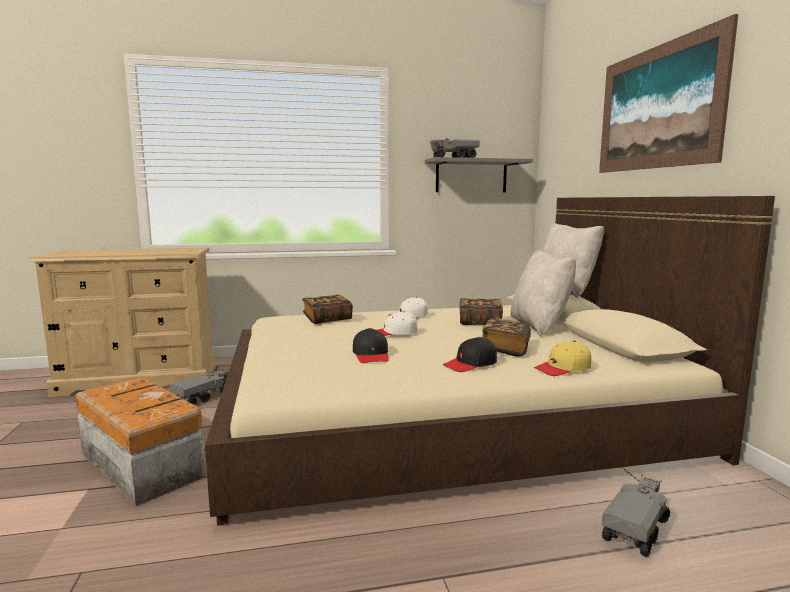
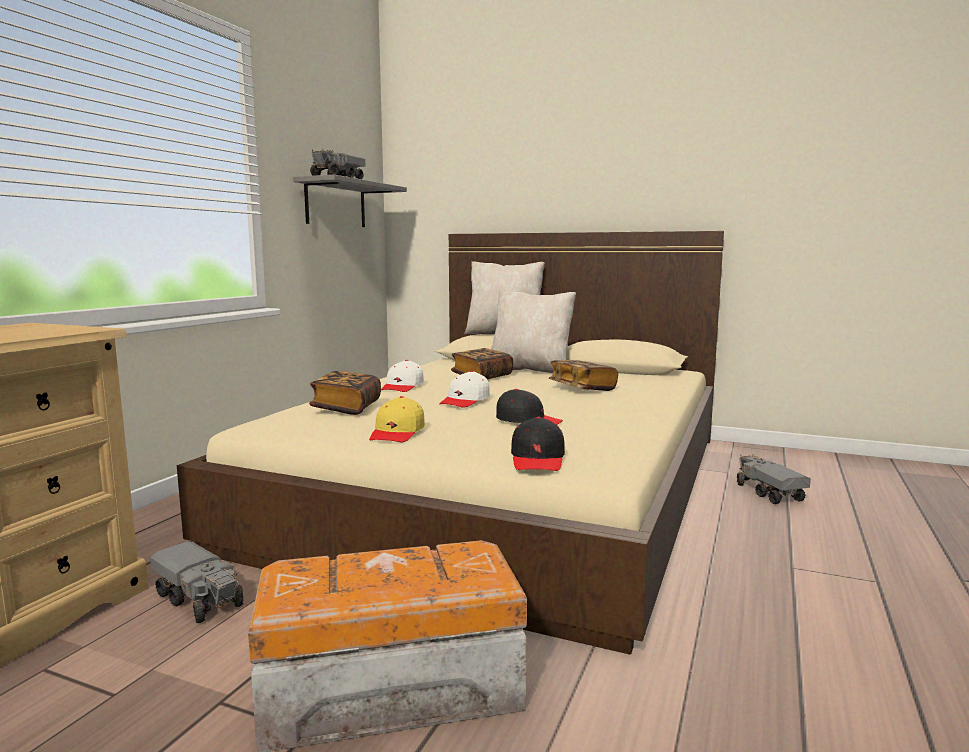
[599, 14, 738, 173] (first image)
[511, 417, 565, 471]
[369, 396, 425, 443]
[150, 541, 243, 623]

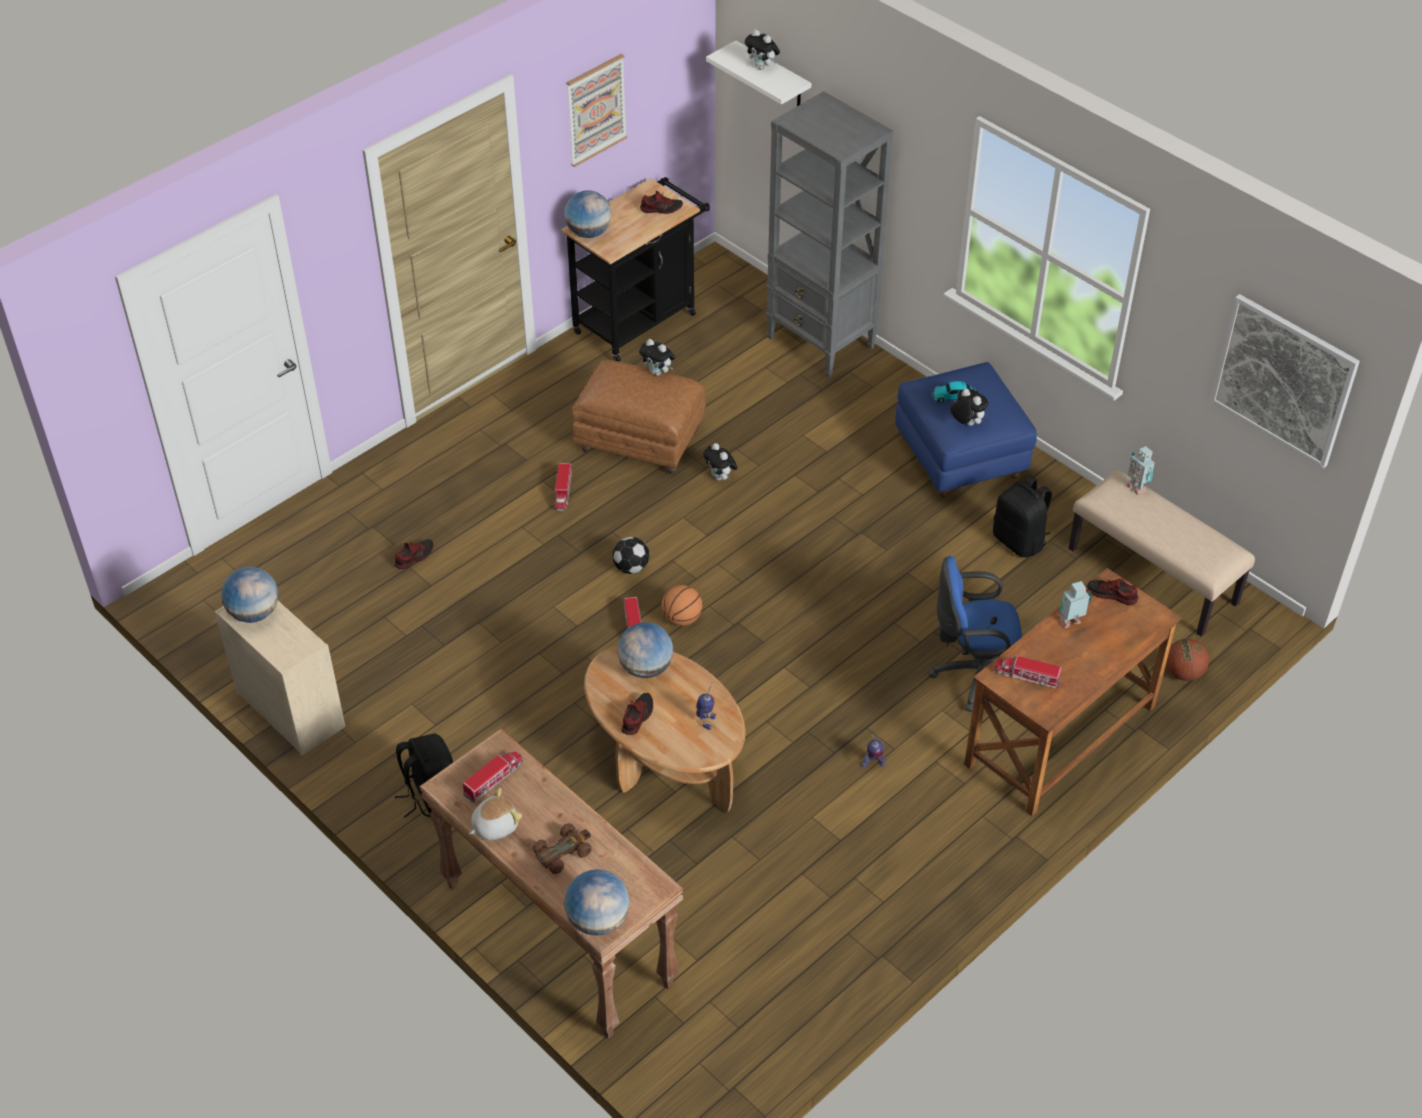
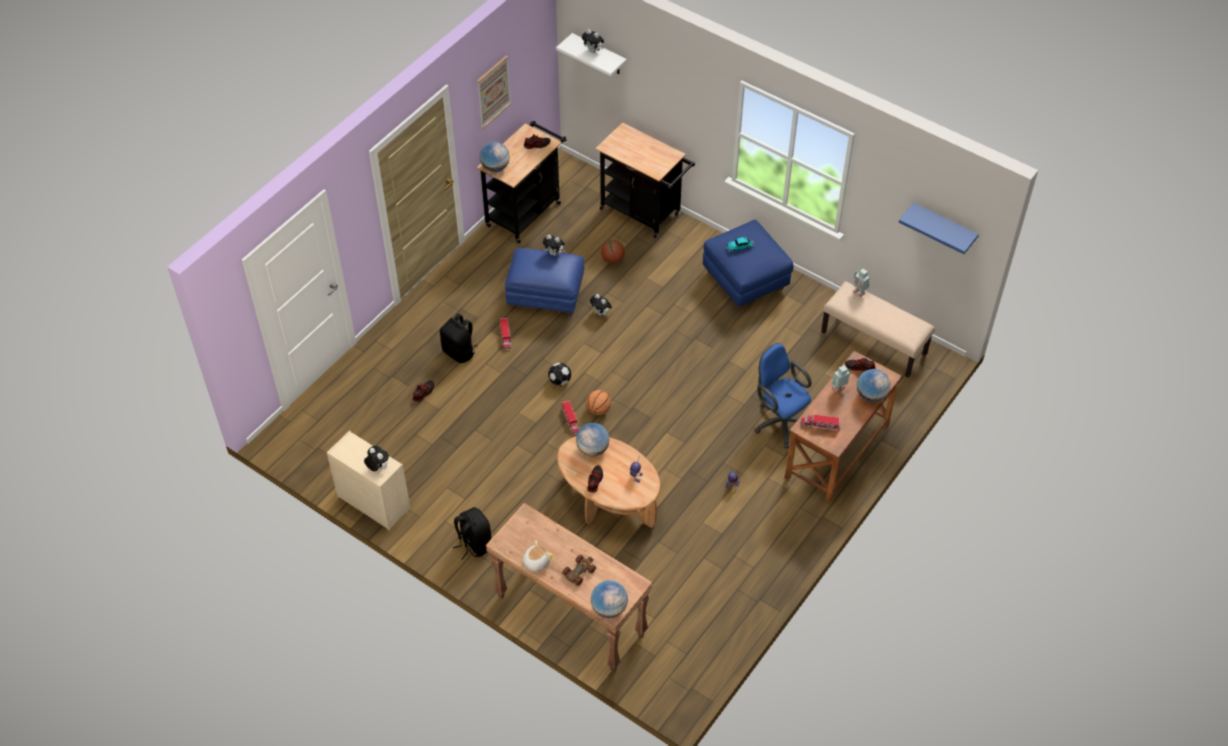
[595, 122, 695, 238]
[899, 203, 979, 254]
[505, 248, 584, 316]
[364, 446, 389, 472]
[440, 313, 478, 363]
[754, 343, 812, 448]
[857, 369, 890, 402]
[601, 240, 625, 264]
[463, 752, 523, 803] (first image)

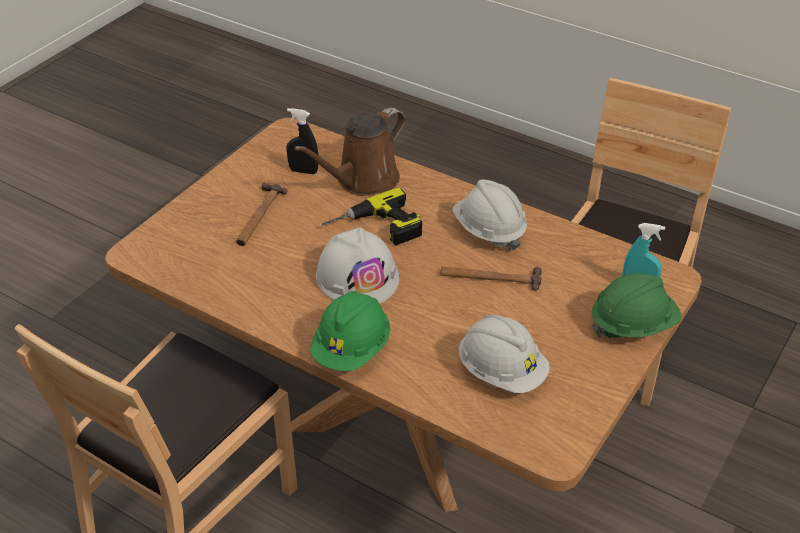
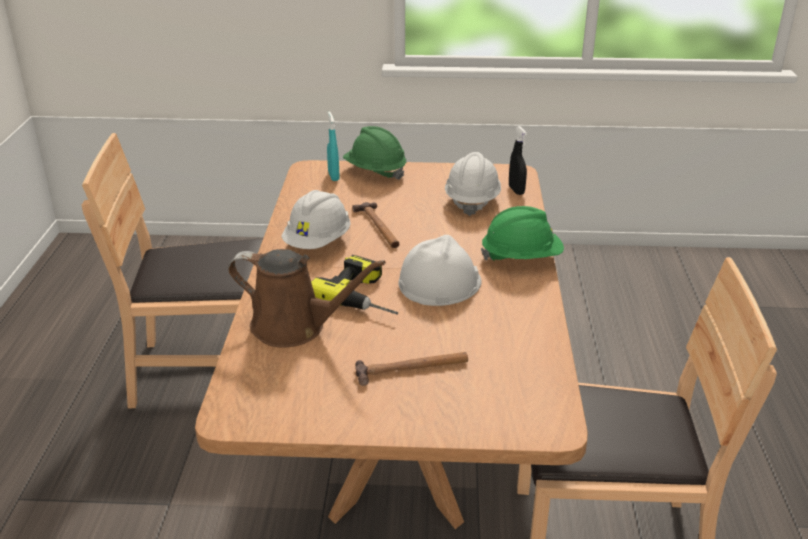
[509, 126, 527, 195]

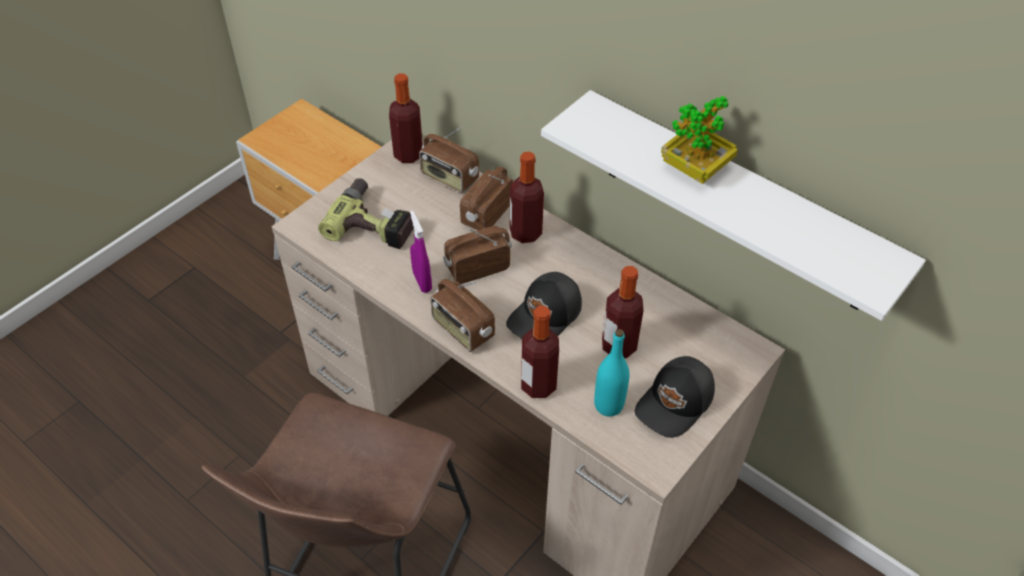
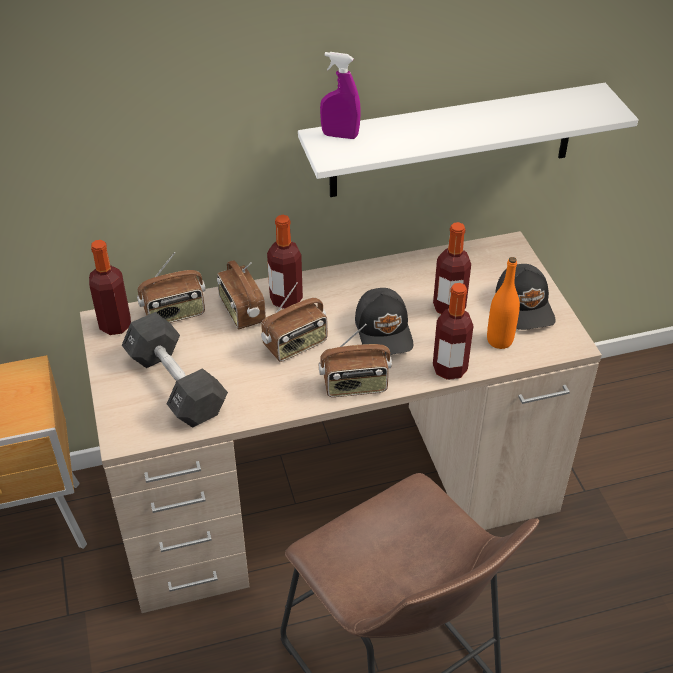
[661, 96, 738, 184] (first image)
[122, 312, 228, 428]
[320, 52, 361, 139]
[261, 282, 328, 362]
[487, 257, 520, 349]

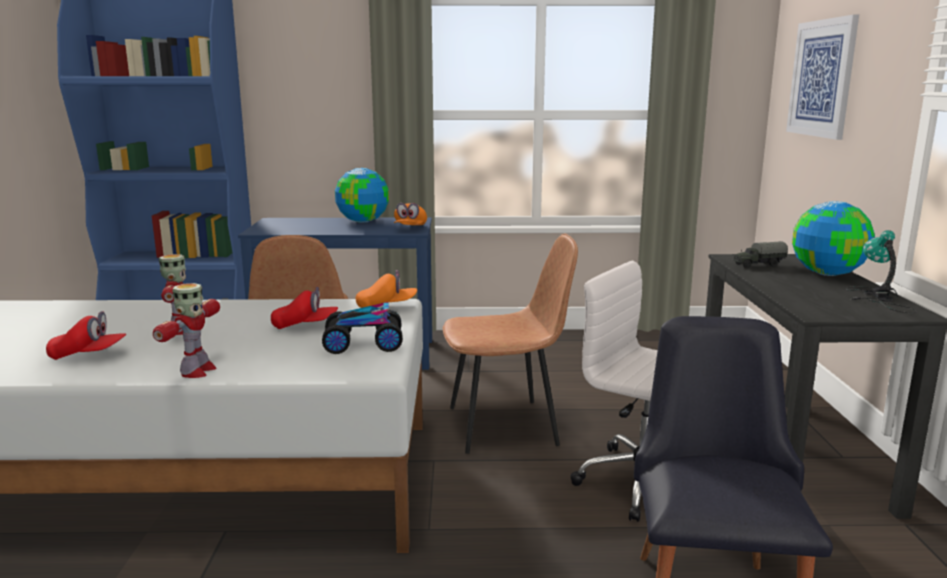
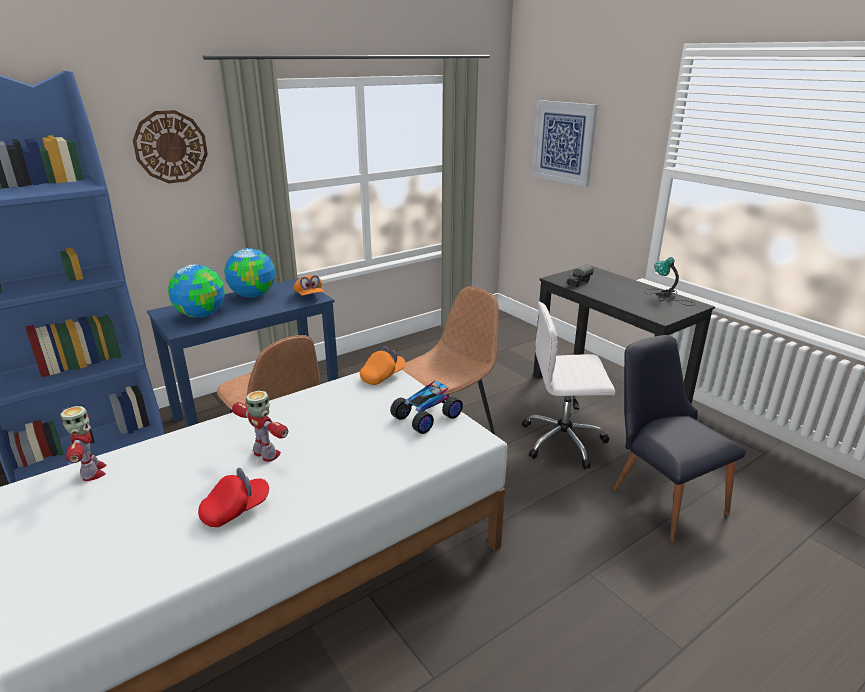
[168, 264, 225, 317]
[60, 406, 106, 481]
[271, 287, 338, 329] (first image)
[133, 110, 208, 183]

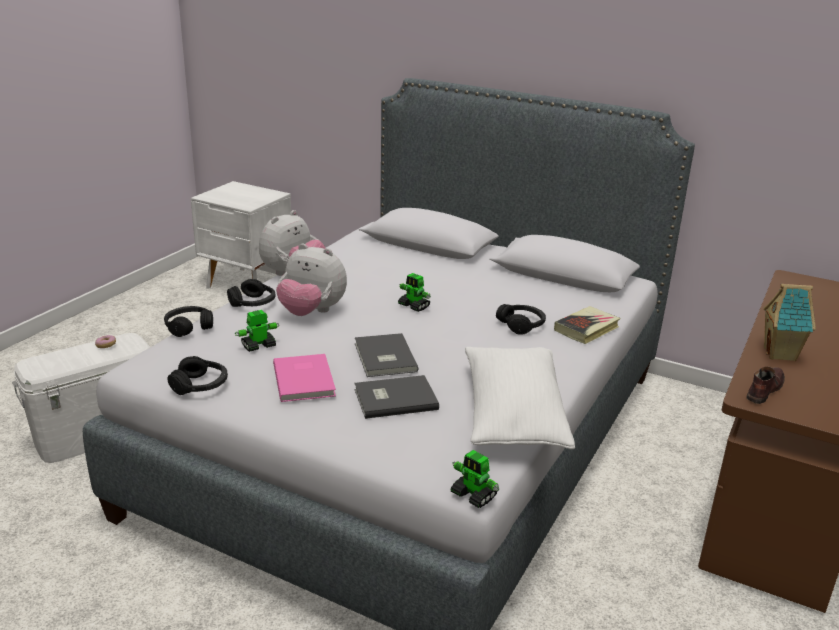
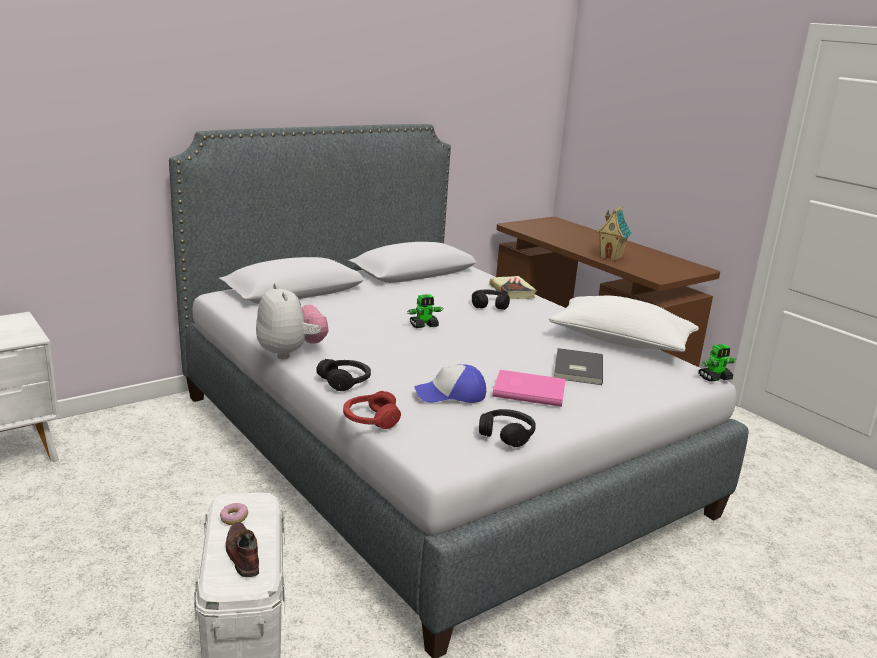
[276, 243, 347, 316] (first image)
[343, 391, 401, 429]
[414, 364, 486, 403]
[355, 333, 418, 377] (first image)
[226, 522, 259, 577]

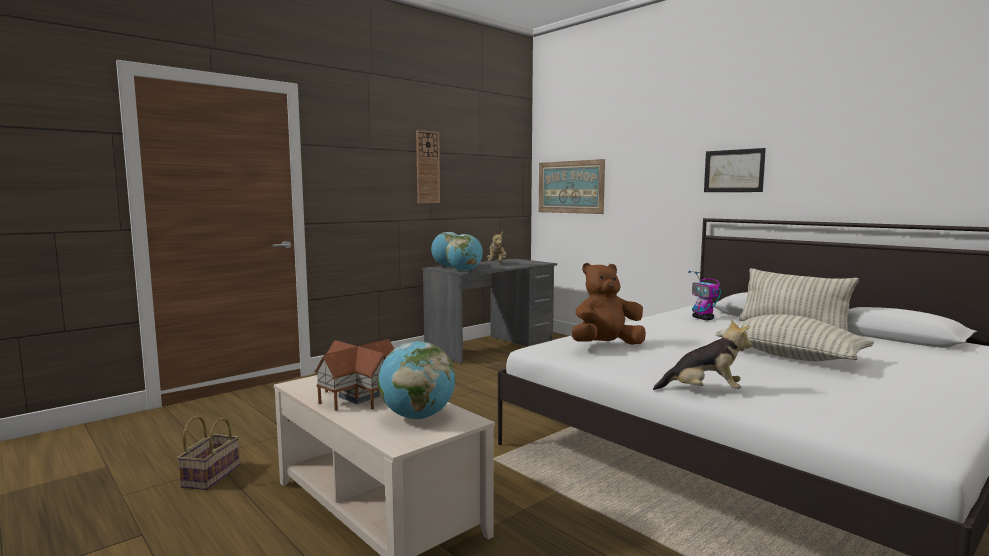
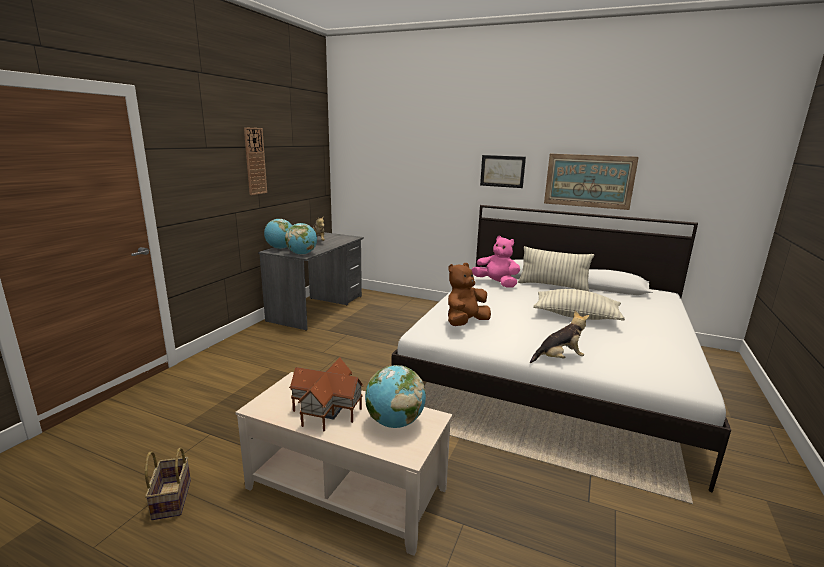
[544, 154, 639, 210]
[472, 236, 520, 288]

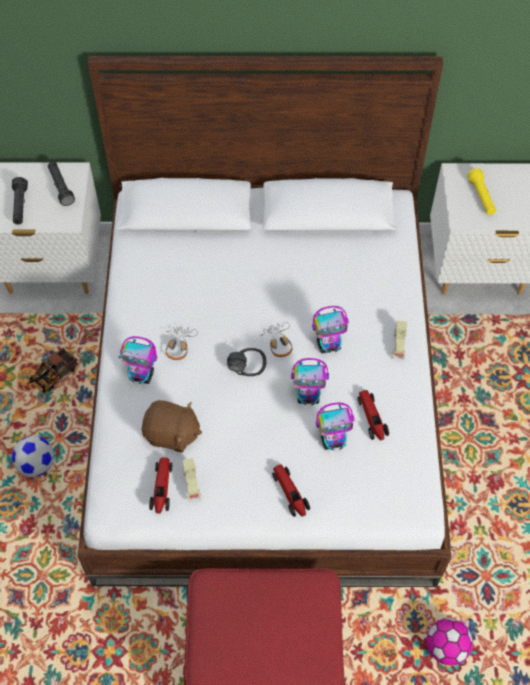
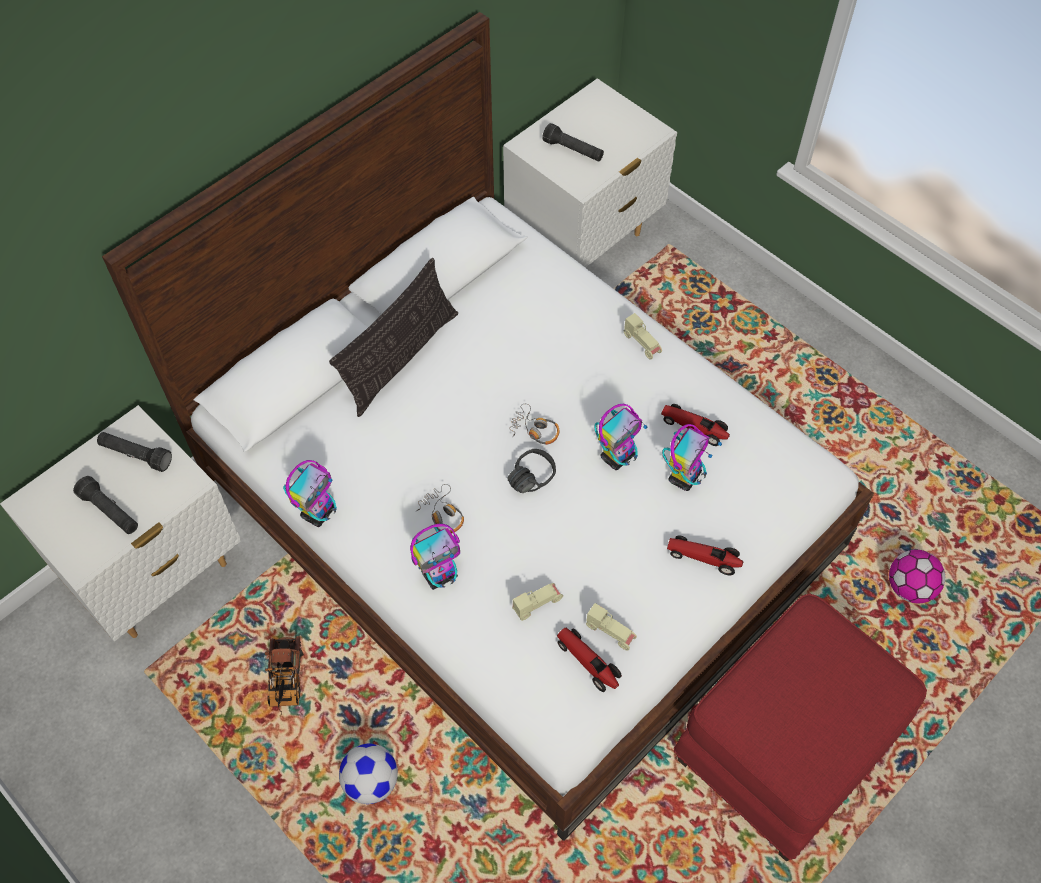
[542, 123, 604, 161]
[283, 460, 337, 527]
[512, 583, 563, 621]
[329, 258, 458, 417]

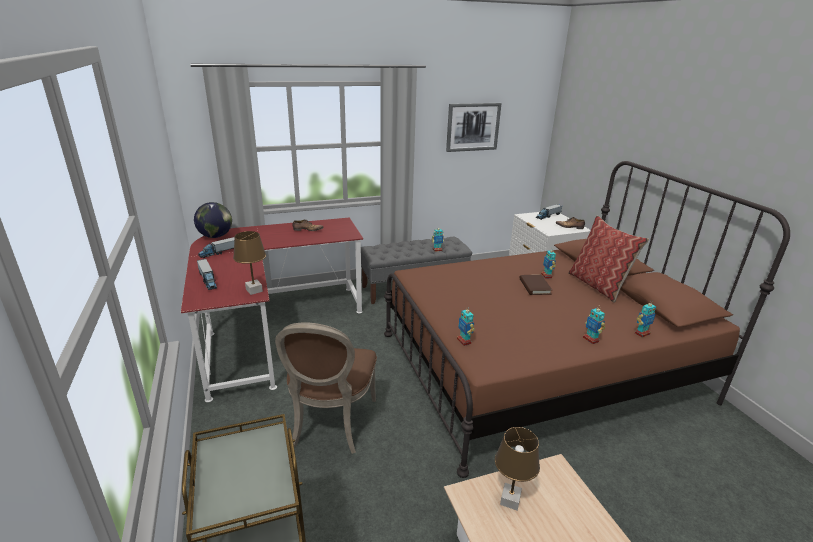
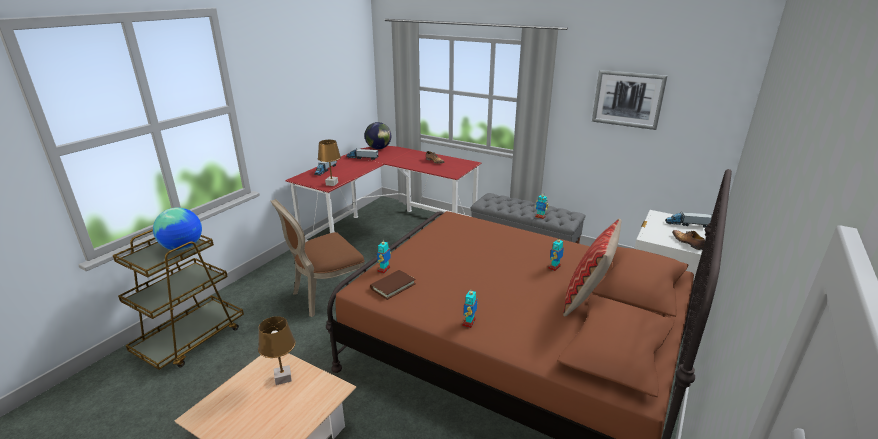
[370, 270, 416, 300]
[635, 302, 656, 337] (first image)
[153, 207, 202, 251]

